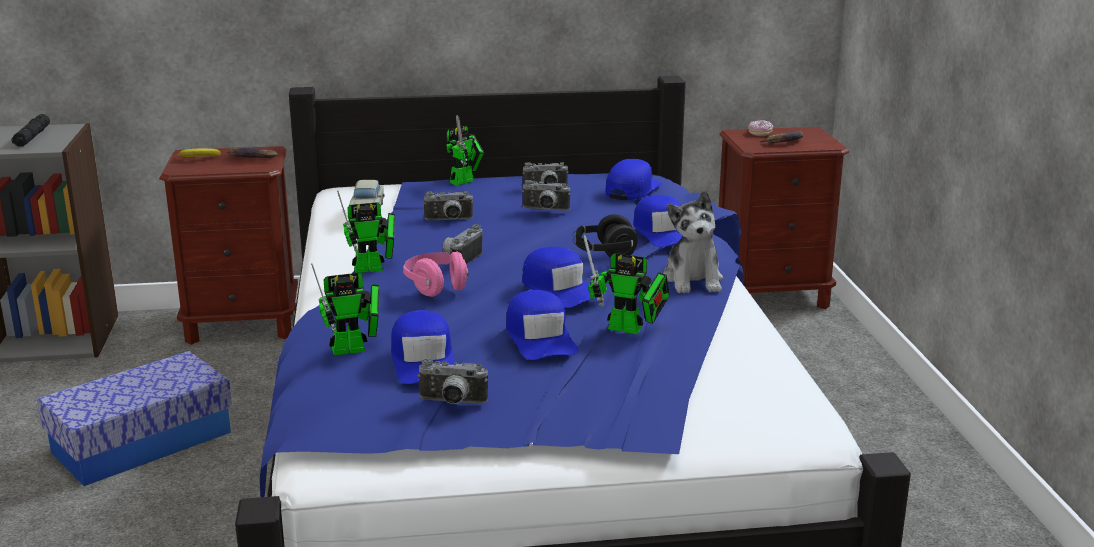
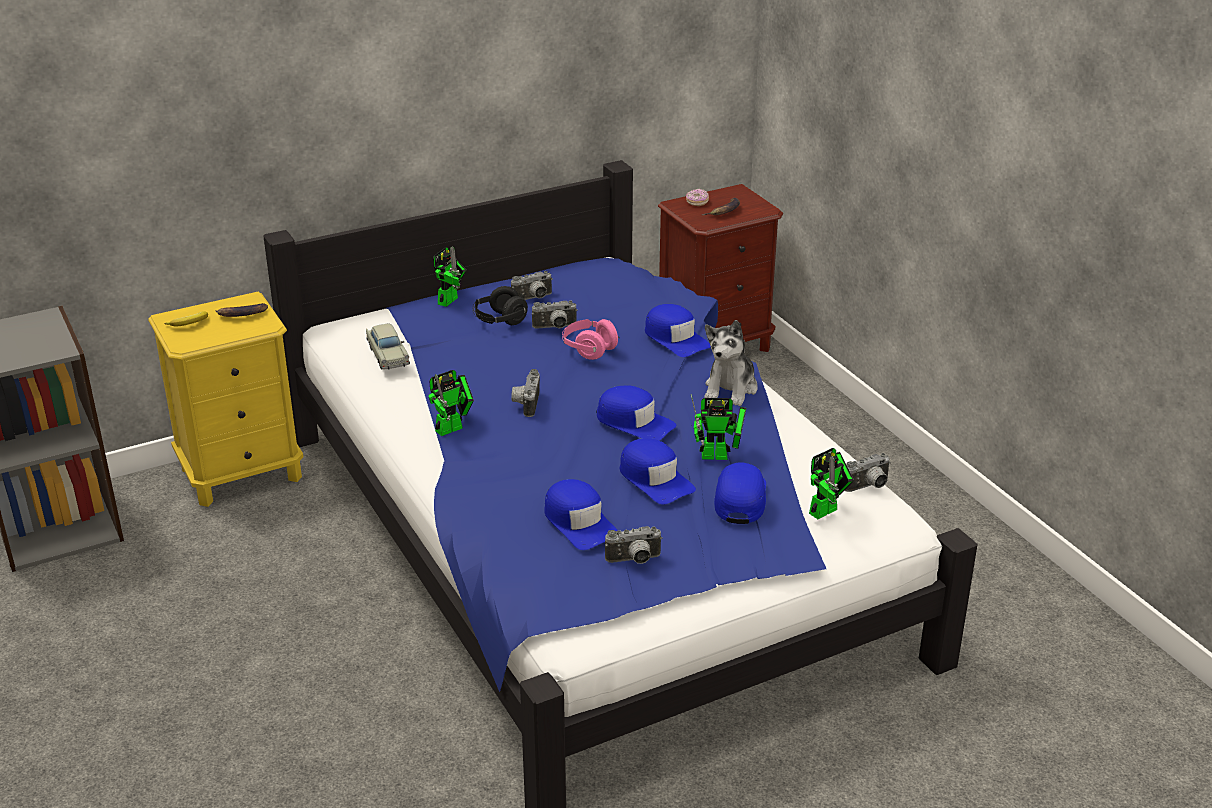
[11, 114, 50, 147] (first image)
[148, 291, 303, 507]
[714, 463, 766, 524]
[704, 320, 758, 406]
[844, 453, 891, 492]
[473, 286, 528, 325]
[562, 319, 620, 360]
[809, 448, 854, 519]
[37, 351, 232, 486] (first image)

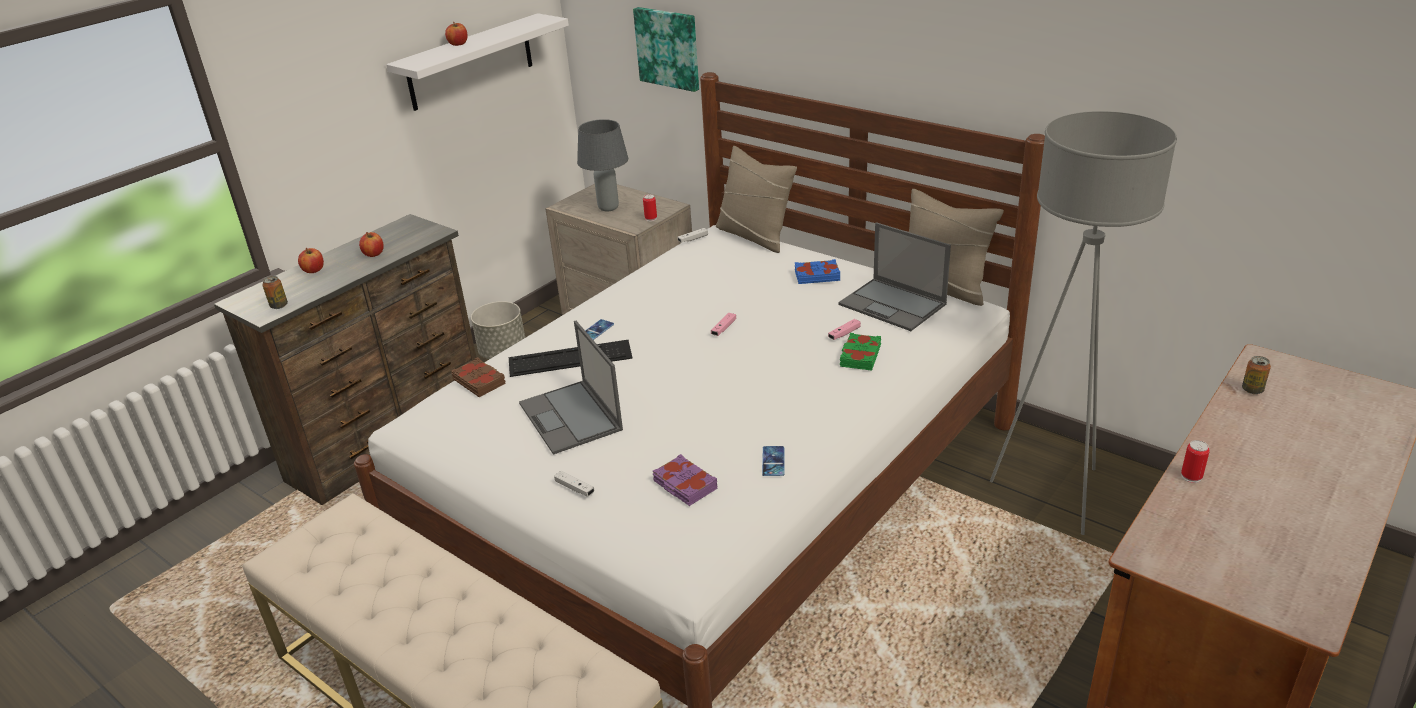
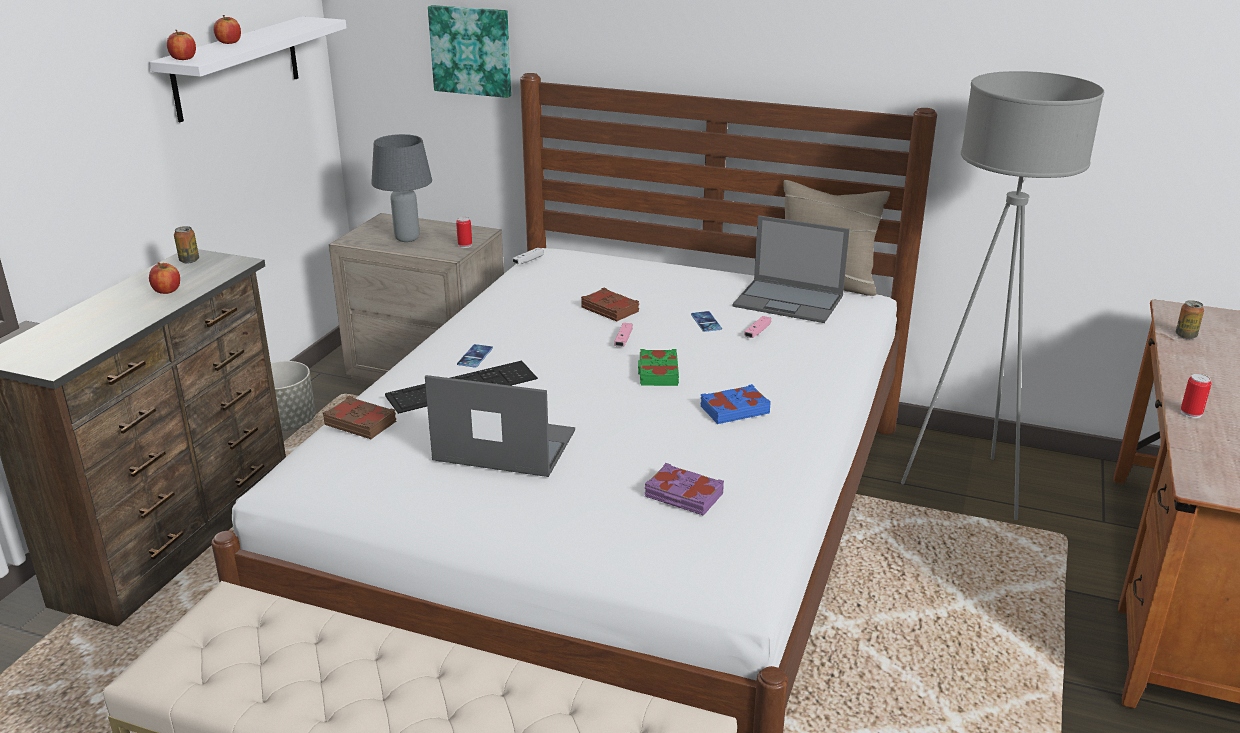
[716, 146, 797, 253] (first image)
[167, 30, 196, 60]
[701, 384, 771, 424]
[174, 226, 199, 263]
[425, 375, 575, 477]
[638, 349, 679, 386]
[691, 311, 722, 332]
[554, 471, 595, 497] (first image)
[581, 288, 639, 322]

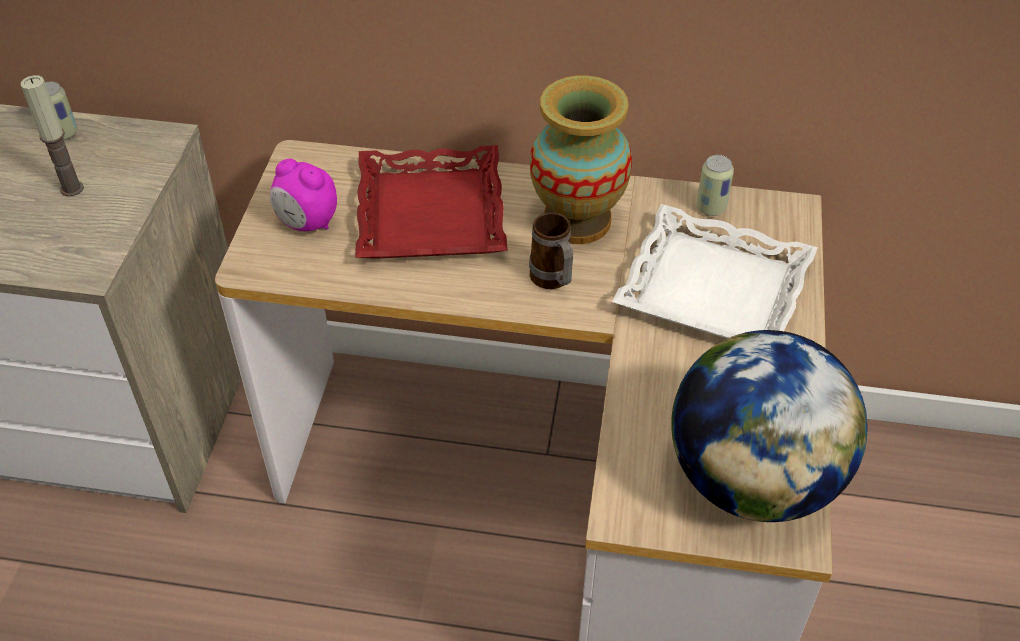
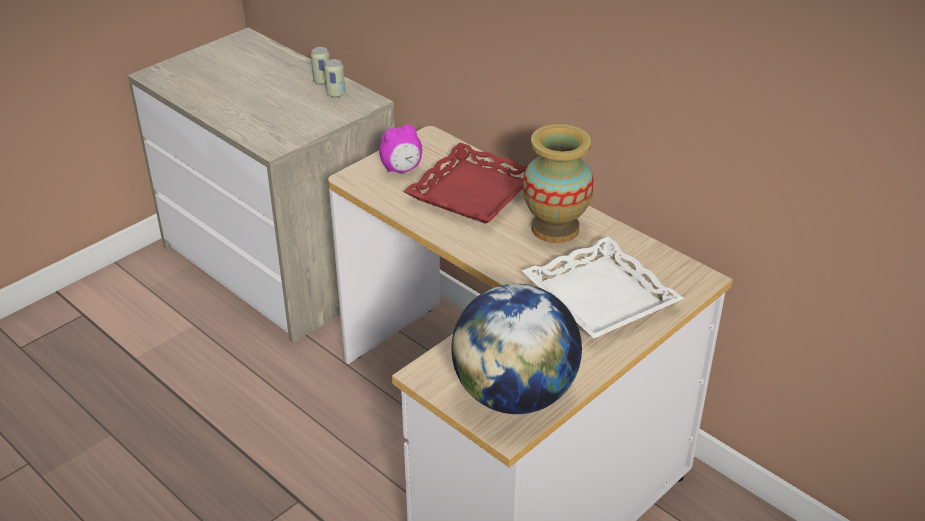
[21, 75, 84, 197] (first image)
[324, 59, 345, 97]
[379, 124, 422, 173]
[529, 213, 573, 289] (first image)

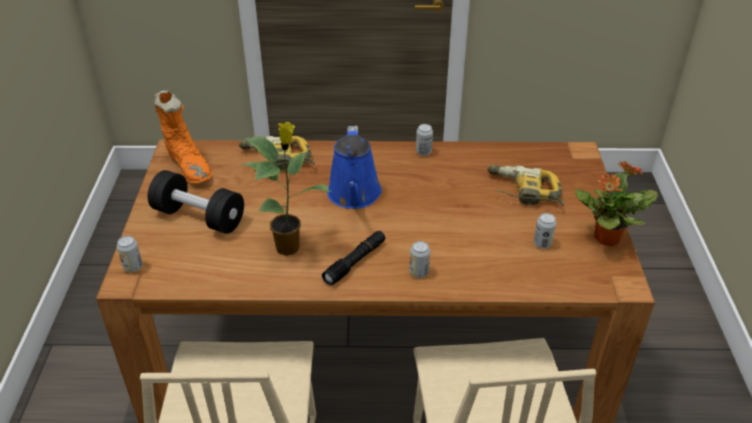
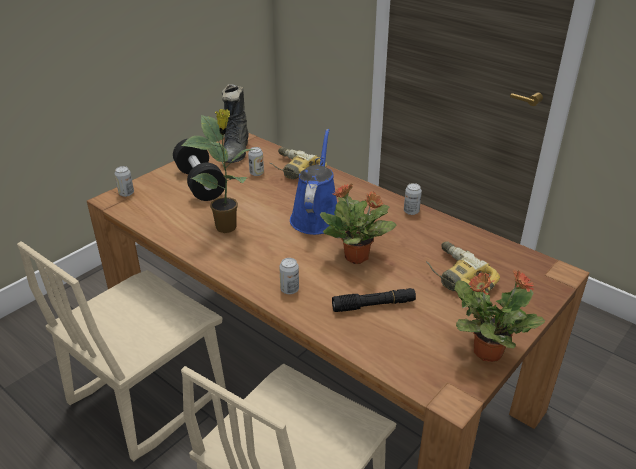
[222, 84, 249, 163]
[290, 129, 337, 235]
[248, 147, 264, 176]
[332, 288, 416, 312]
[320, 184, 396, 264]

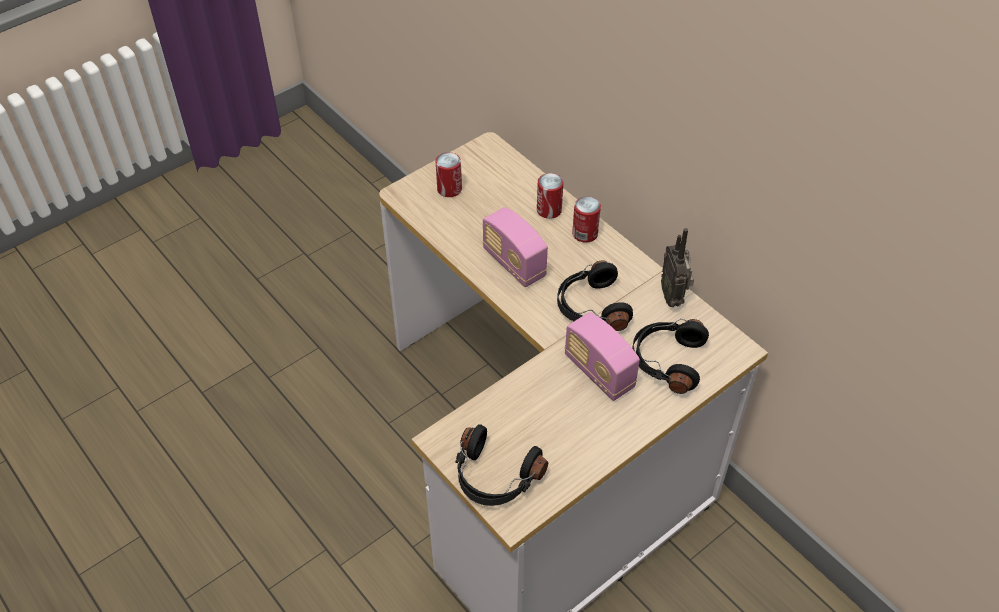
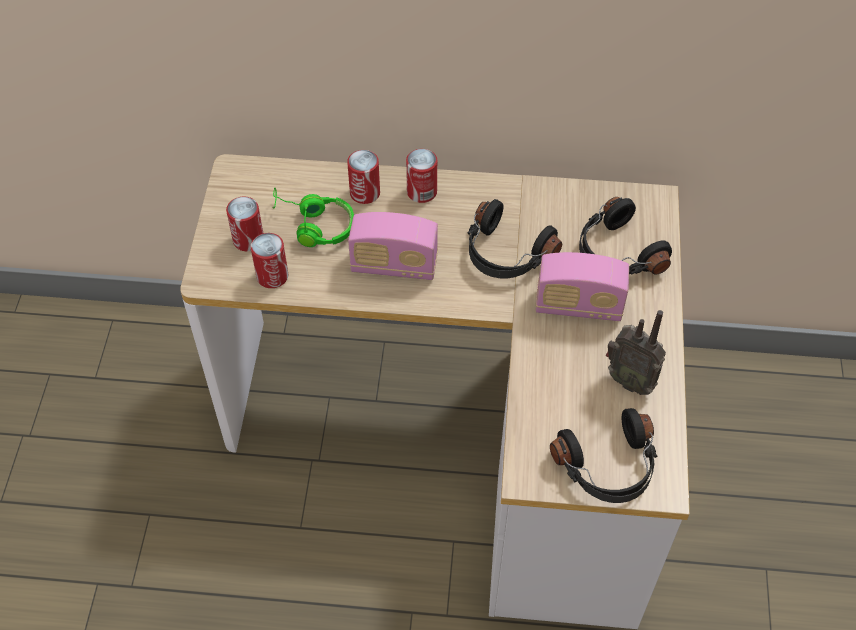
[606, 310, 666, 395]
[273, 188, 354, 247]
[251, 233, 288, 288]

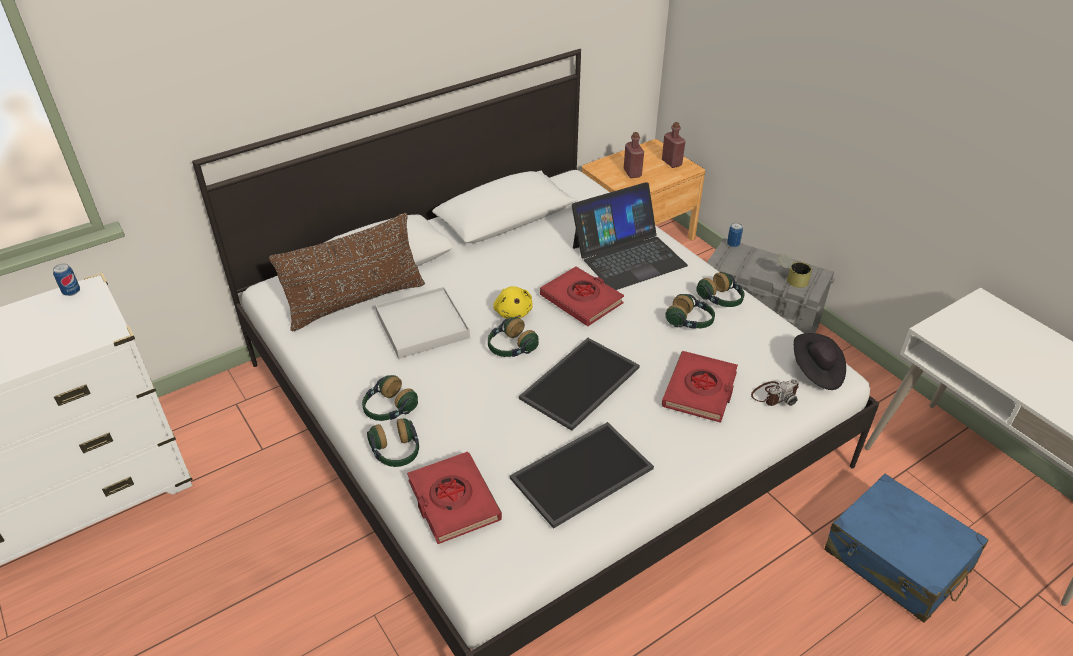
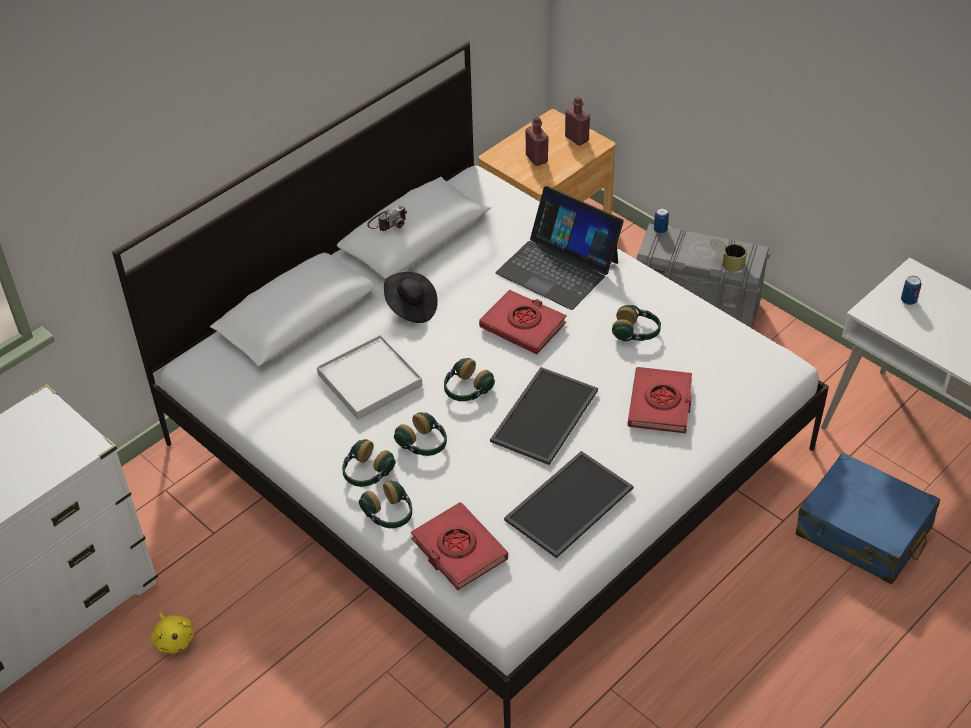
[496, 186, 624, 310]
[269, 213, 425, 331] (first image)
[901, 276, 921, 305]
[394, 412, 447, 456]
[151, 612, 194, 654]
[384, 272, 438, 323]
[367, 205, 407, 231]

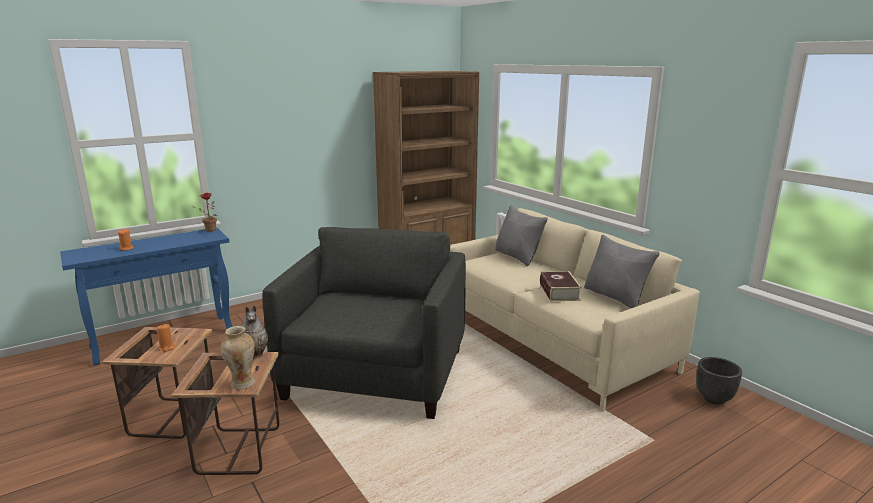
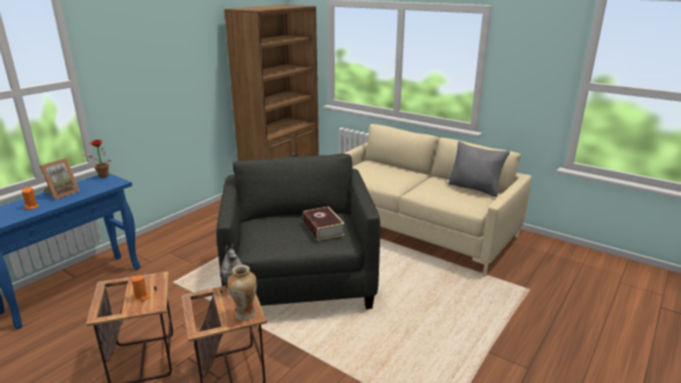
[495, 205, 548, 266] (first image)
[303, 206, 345, 241]
[696, 357, 742, 404] (first image)
[40, 158, 80, 200]

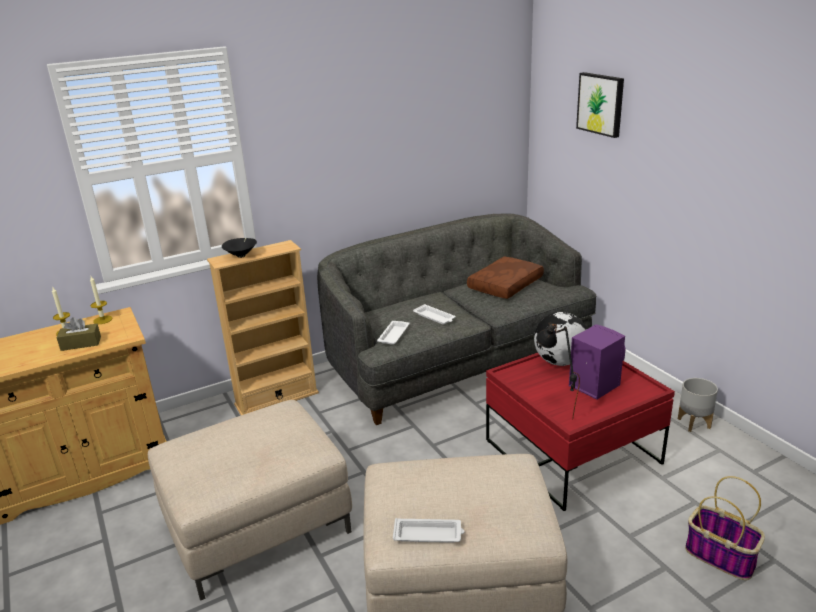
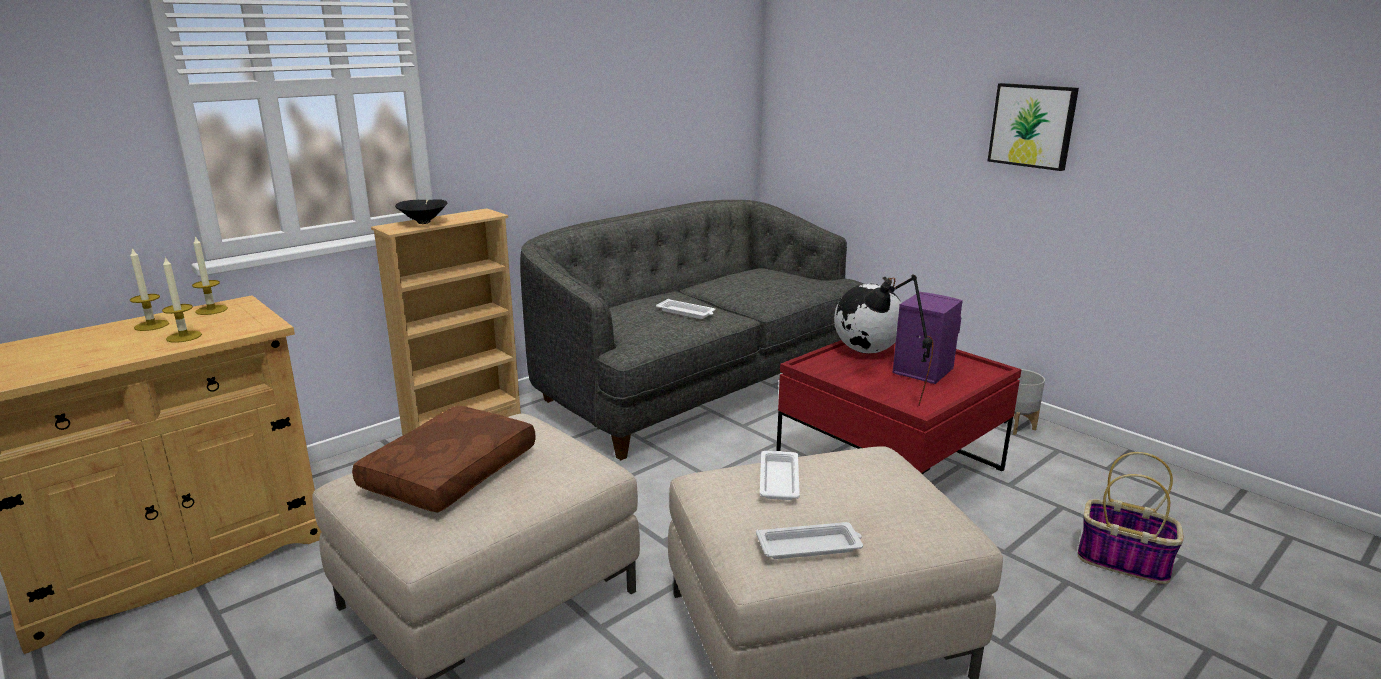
[988, 83, 1079, 171]
[352, 405, 536, 513]
[162, 257, 202, 343]
[760, 451, 800, 500]

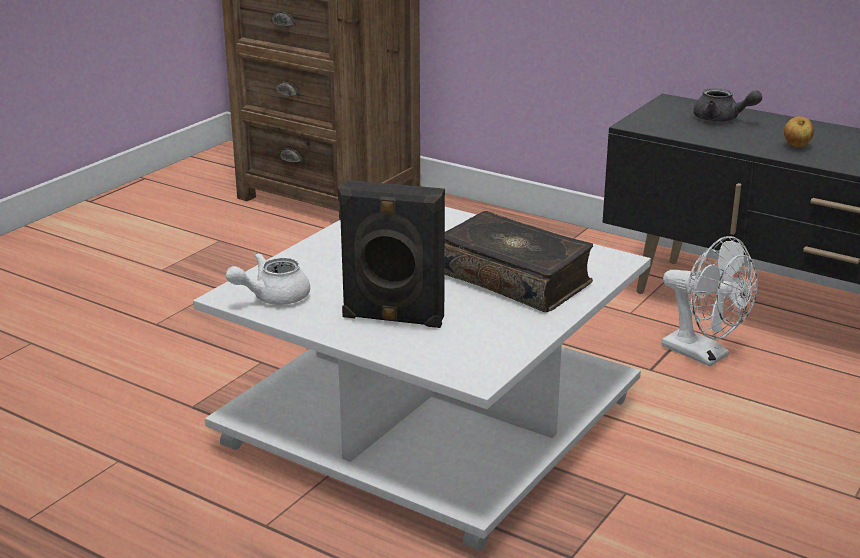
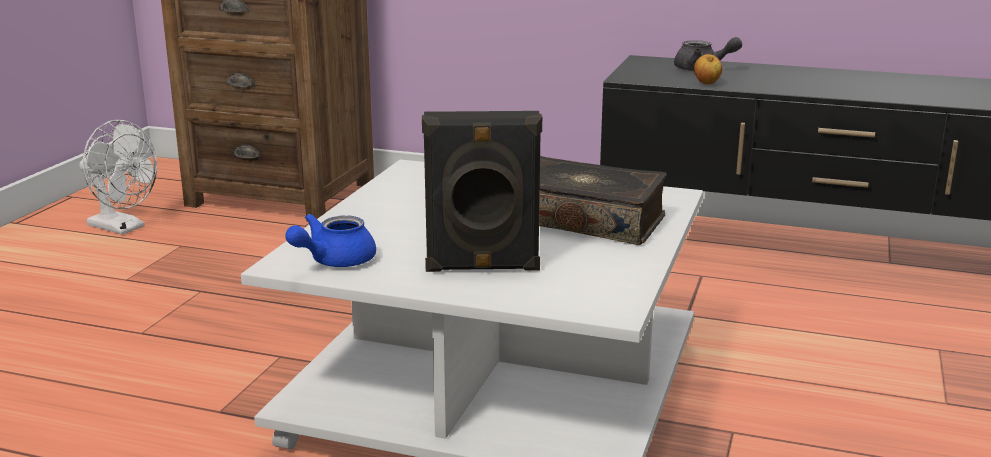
[694, 54, 722, 85]
[80, 120, 157, 235]
[285, 214, 376, 267]

